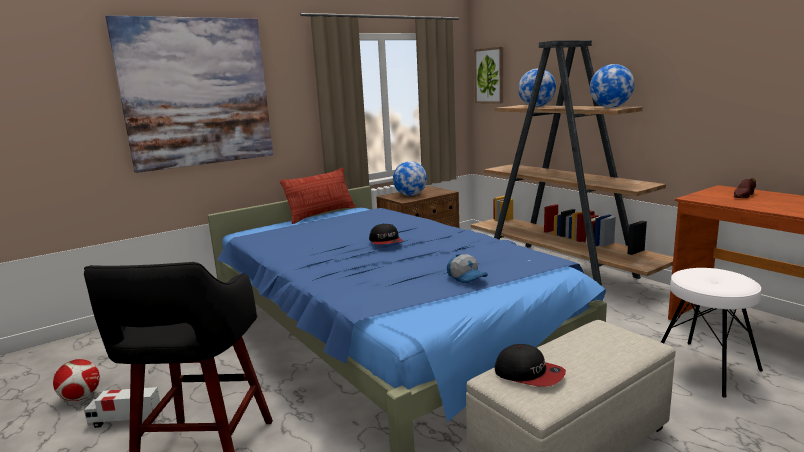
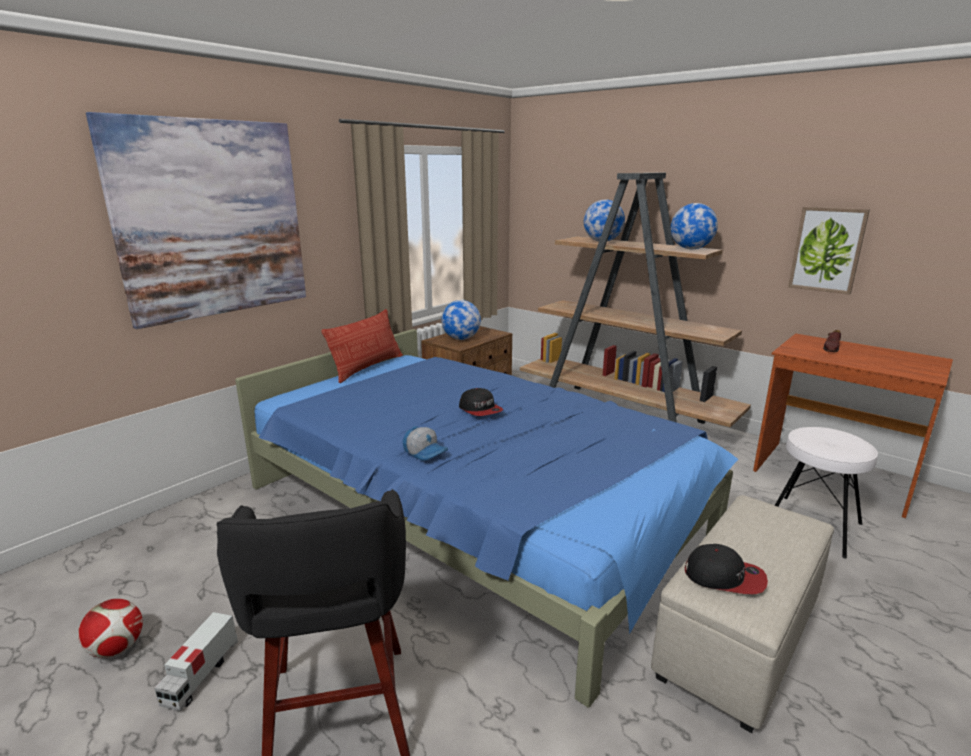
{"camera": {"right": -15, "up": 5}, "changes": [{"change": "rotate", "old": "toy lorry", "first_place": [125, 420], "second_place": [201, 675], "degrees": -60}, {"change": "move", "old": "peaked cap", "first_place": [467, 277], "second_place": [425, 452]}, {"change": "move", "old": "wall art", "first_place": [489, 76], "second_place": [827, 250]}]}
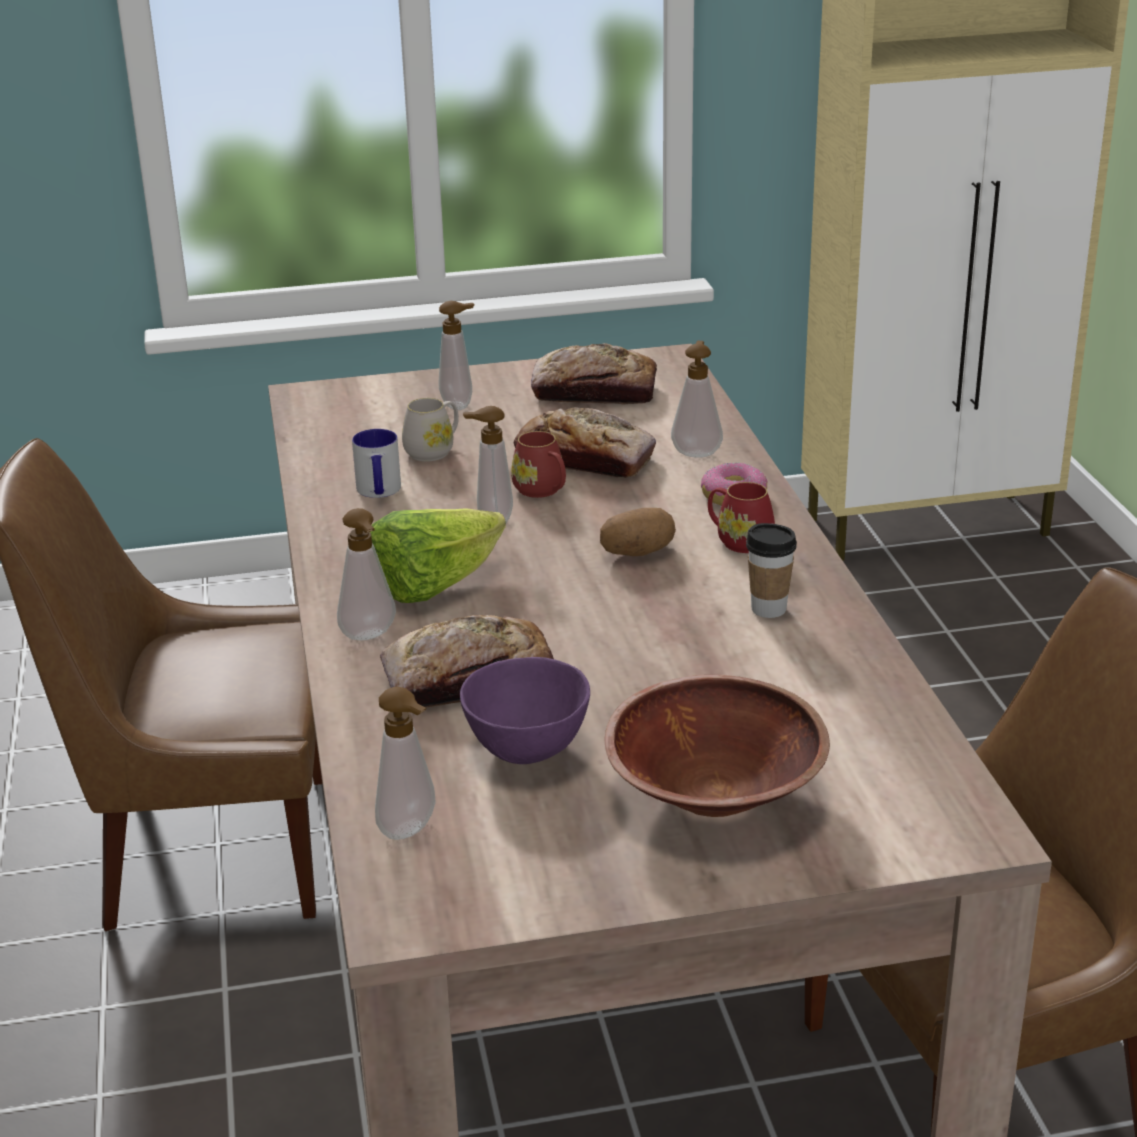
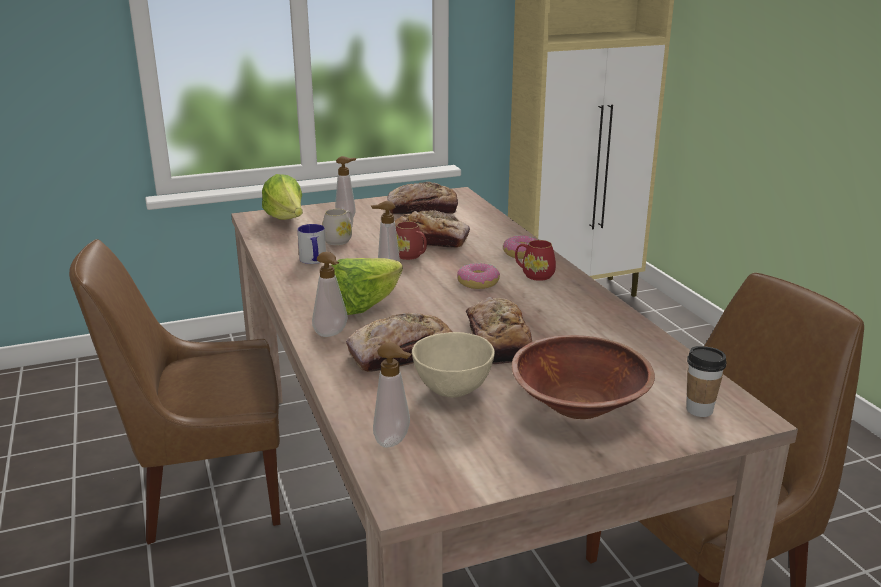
{"camera": {"right": -10, "up": -5}, "changes": [{"change": "insert", "new": "lettuce head", "second_place": [287, 220]}, {"change": "recolor", "old": "purple serving bowl", "new": "sand-coloured serving bowl", "first_place": [528, 748], "second_place": [453, 389]}, {"change": "replace", "old": "potato", "new": "donut", "first_place": [638, 552], "second_place": [478, 283]}, {"change": "insert", "new": "baked bread", "second_place": [498, 340]}, {"change": "move", "old": "small cup", "first_place": [768, 609], "second_place": [699, 410]}, {"change": "delete", "old": "liquid soap bottle", "first_place": [697, 452]}]}
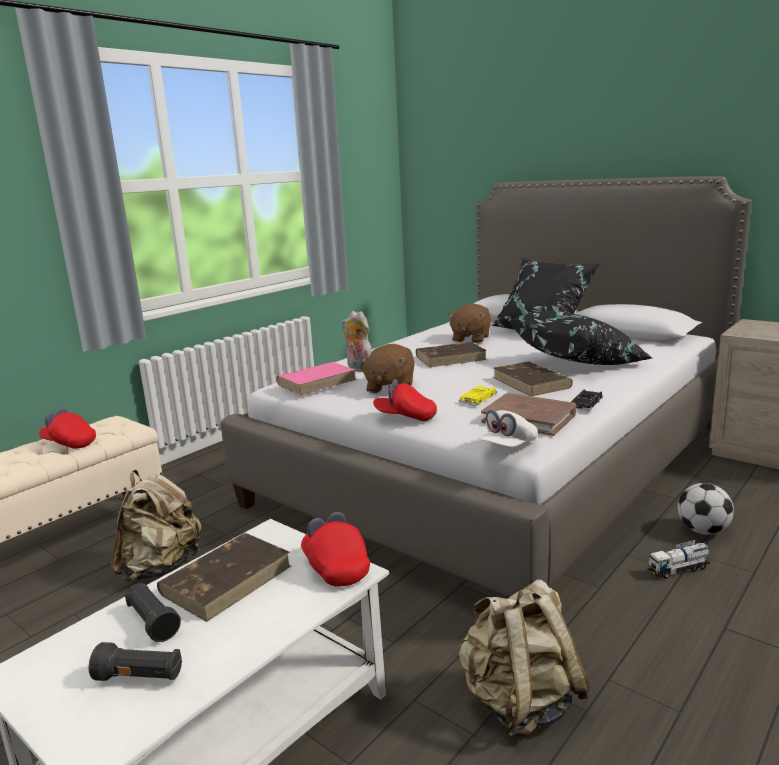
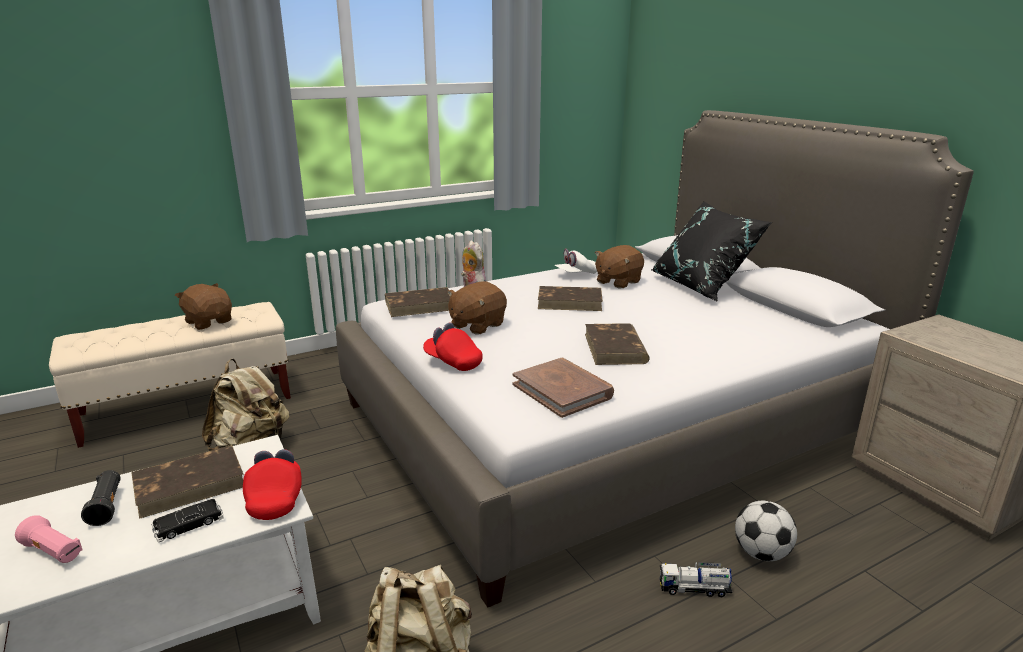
{"camera": {"right": 20, "up": 5}, "changes": [{"change": "recolor", "old": "black hand torch", "new": "pink-coloured hand torch", "first_place": [140, 677], "second_place": [53, 552]}, {"change": "move", "old": "black model car", "first_place": [586, 404], "second_place": [189, 524]}, {"change": "replace", "old": "red-coloured peaked cap", "new": "brownish cuddly toy", "first_place": [69, 443], "second_place": [209, 322]}, {"change": "recolor", "old": "pink-coloured book", "new": "brownish book", "first_place": [317, 382], "second_place": [420, 305]}, {"change": "move", "old": "white peaked cap", "first_place": [507, 446], "second_place": [576, 274]}, {"change": "delete", "old": "yellow model car", "first_place": [478, 399]}, {"change": "delete", "old": "black pillow", "first_place": [579, 363]}]}
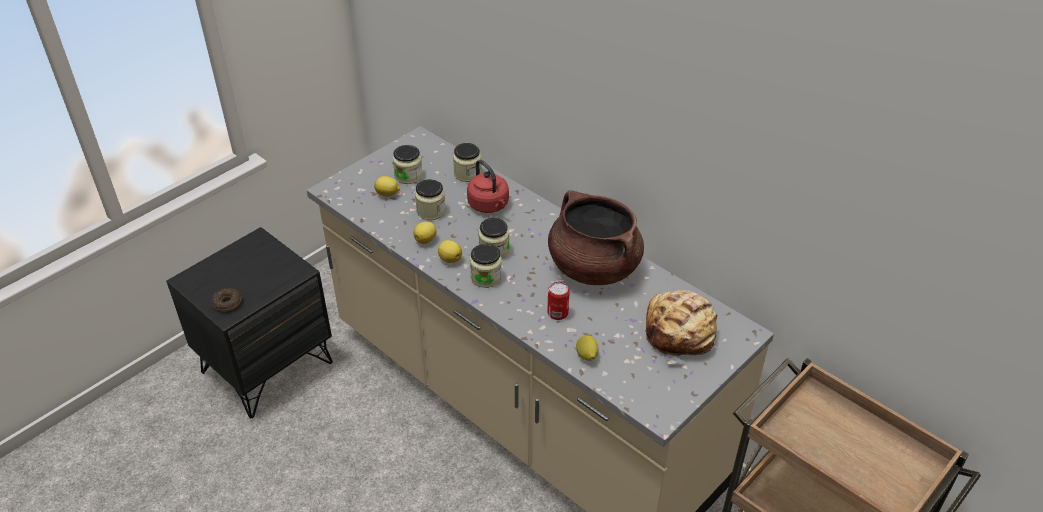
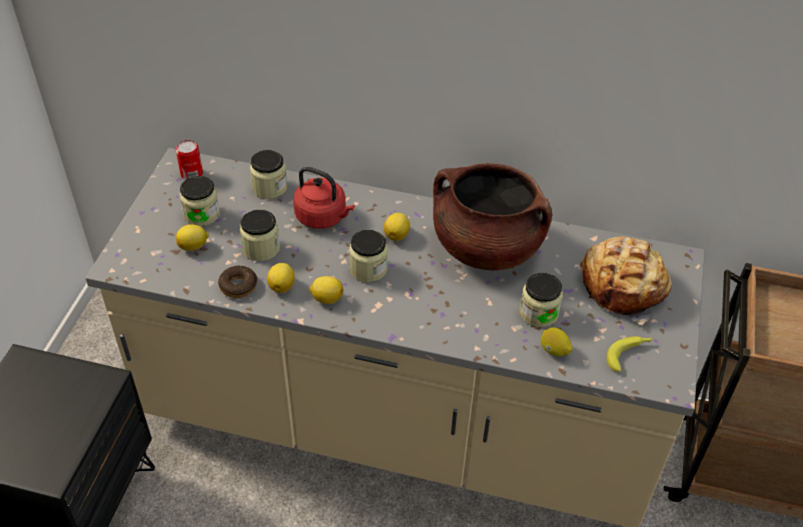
{"camera": {"right": -30, "up": 5}, "changes": [{"change": "move", "old": "can", "first_place": [557, 313], "second_place": [191, 174]}, {"change": "move", "old": "donut", "first_place": [227, 303], "second_place": [238, 286]}, {"change": "insert", "new": "lemon", "second_place": [397, 235]}, {"change": "move", "old": "jar", "first_place": [486, 277], "second_place": [538, 313]}, {"change": "insert", "new": "whole banana", "second_place": [629, 354]}]}
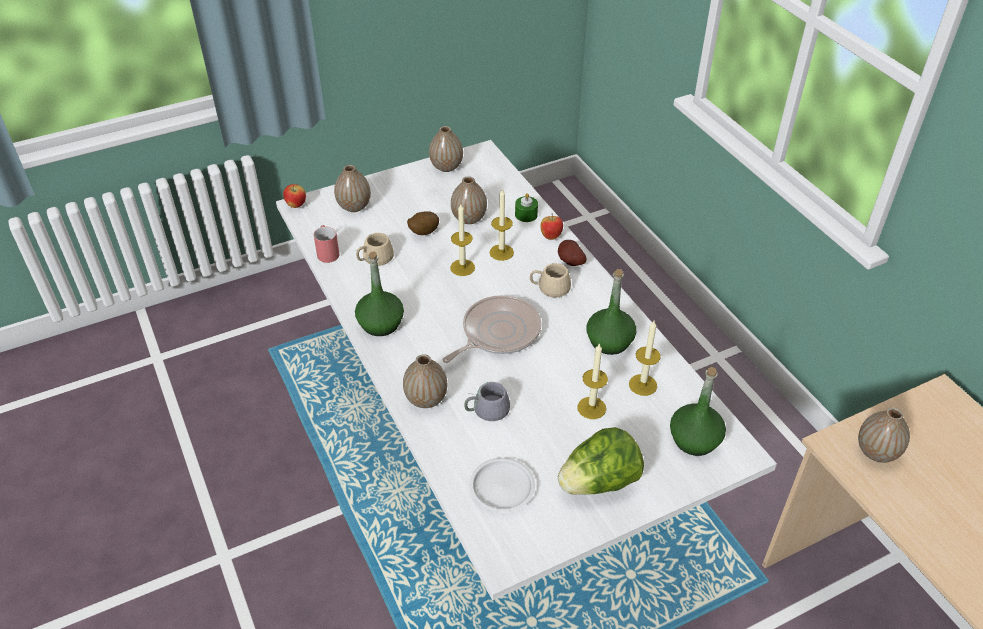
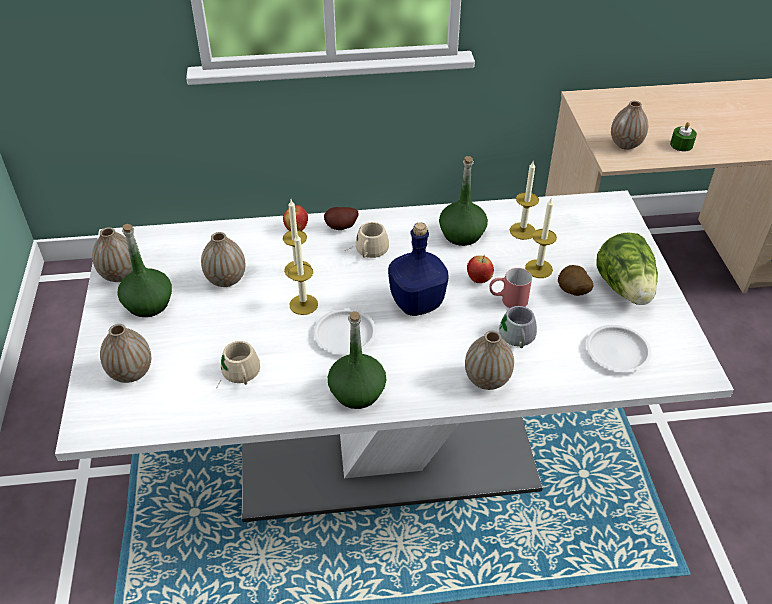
{"camera": {"right": -70, "up": 0}, "changes": [{"change": "move", "old": "green drink bottle", "first_place": [695, 440], "second_place": [149, 304]}, {"change": "insert", "new": "white plate", "second_place": [345, 335]}, {"change": "replace", "old": "frying pan", "new": "blue drink bottle", "first_place": [497, 333], "second_place": [416, 303]}, {"change": "move", "old": "apple fruit", "first_place": [296, 205], "second_place": [479, 280]}, {"change": "move", "old": "red-coloured coffee mug", "first_place": [327, 251], "second_place": [507, 300]}, {"change": "move", "old": "potato", "first_place": [423, 232], "second_place": [572, 293]}, {"change": "move", "old": "green wax candle", "first_place": [526, 215], "second_place": [681, 145]}]}
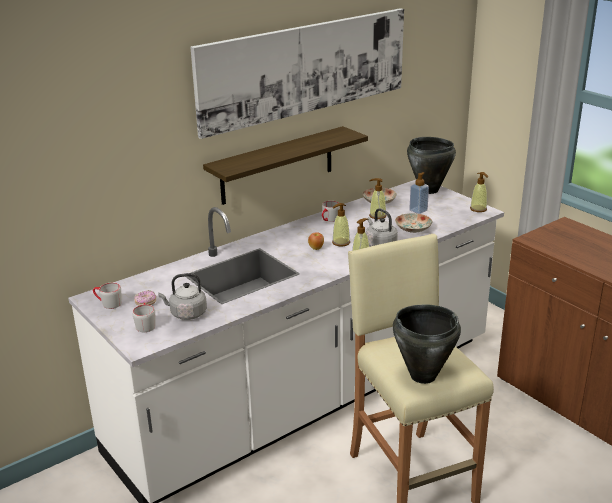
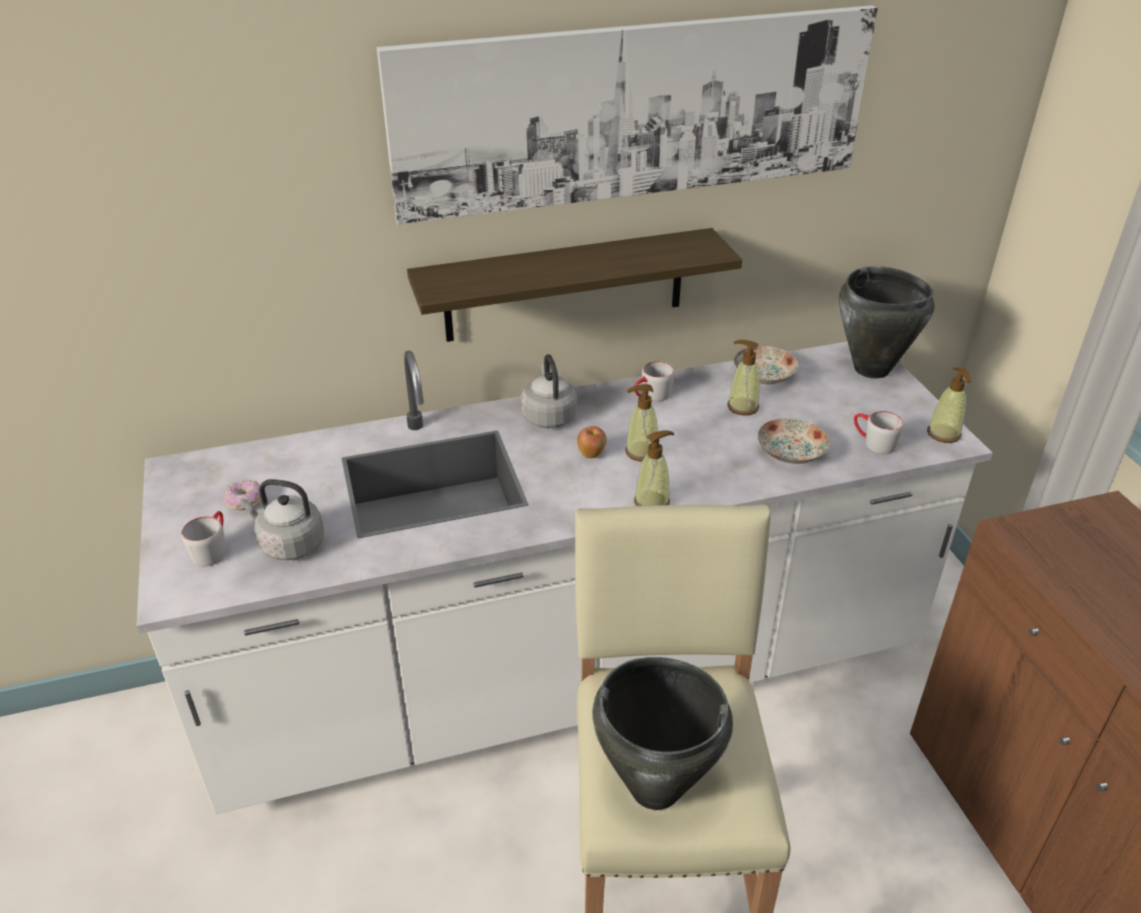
{"camera": {"right": 20, "up": 10}, "changes": [{"change": "move", "old": "greyish kettle", "first_place": [380, 245], "second_place": [548, 416]}, {"change": "move", "old": "greyish coffee mug", "first_place": [108, 303], "second_place": [873, 443]}, {"change": "delete", "old": "liquid soap bottle", "first_place": [418, 210]}]}
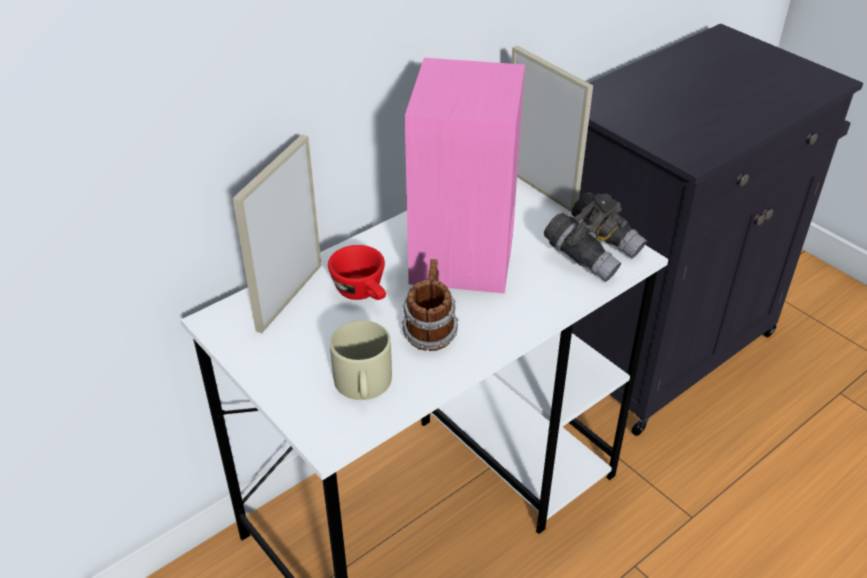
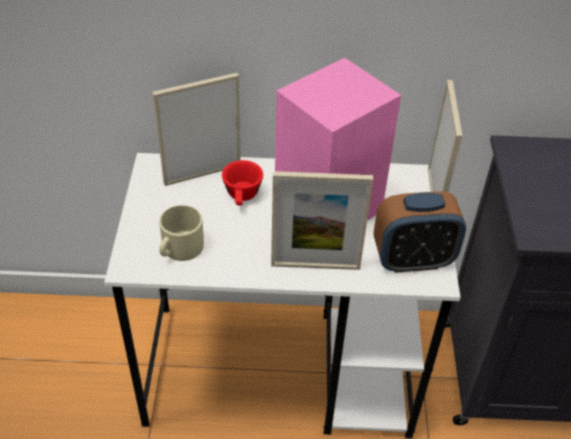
{"camera": {"right": 40, "up": 5}, "changes": [{"change": "insert", "new": "picture frame", "second_place": [315, 265]}, {"change": "replace", "old": "greyish pair of binoculars", "new": "table clock", "first_place": [593, 253], "second_place": [412, 260]}, {"change": "delete", "old": "coffee mug", "first_place": [429, 332]}]}
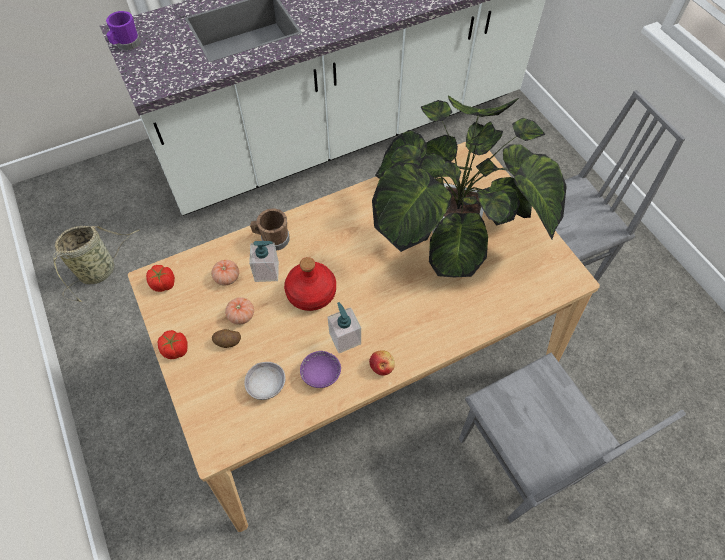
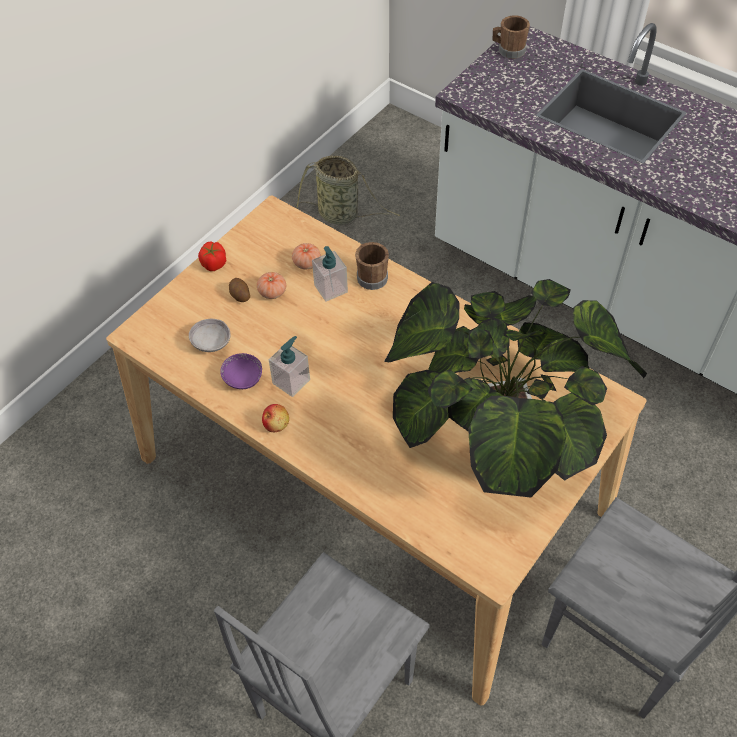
{"camera": {"right": 65, "up": -5}, "changes": [{"change": "recolor", "old": "purple coffee mug", "new": "brownish coffee mug", "first_place": [126, 44], "second_place": [508, 50]}, {"change": "delete", "old": "tomato", "first_place": [163, 284]}, {"change": "delete", "old": "red-coloured drink bottle", "first_place": [310, 293]}]}
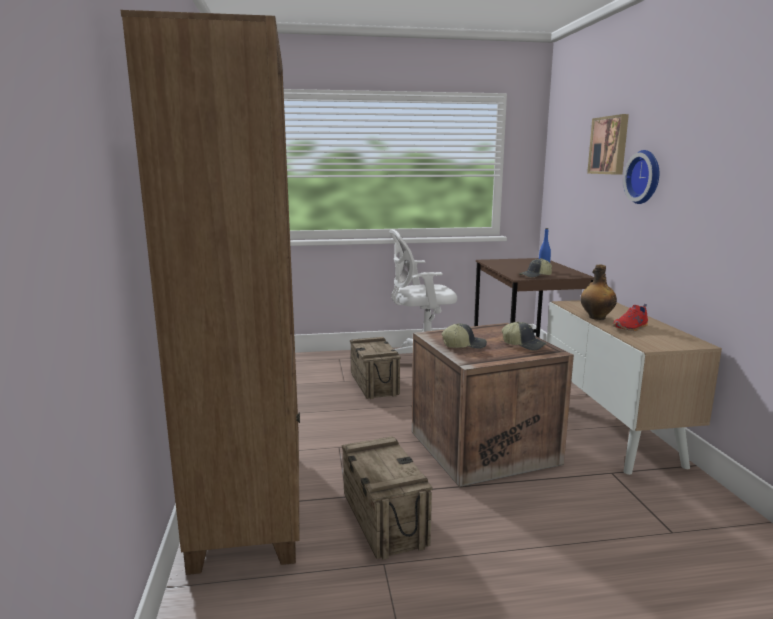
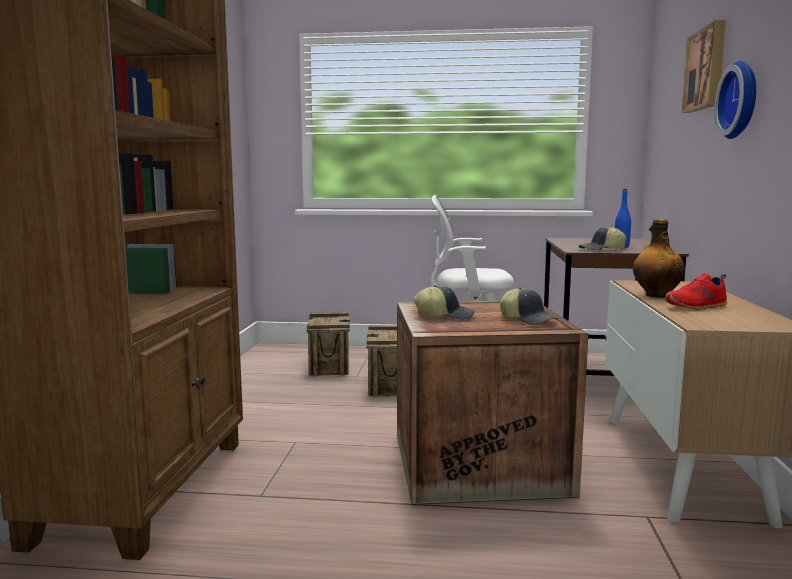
{"camera": {"right": 15, "up": -5}, "changes": [{"change": "move", "old": "packing crate", "first_place": [383, 519], "second_place": [329, 364]}]}
